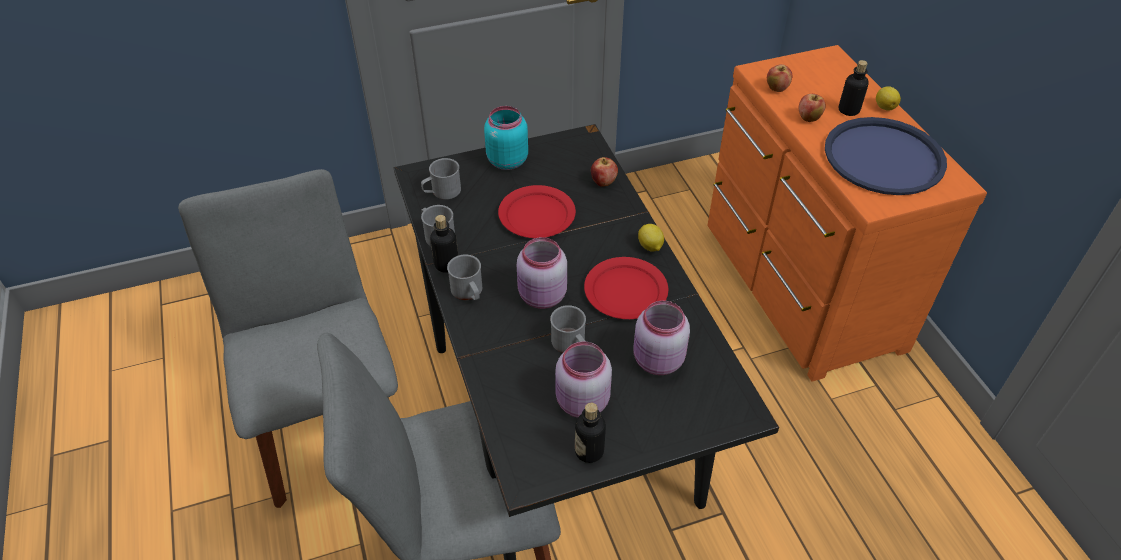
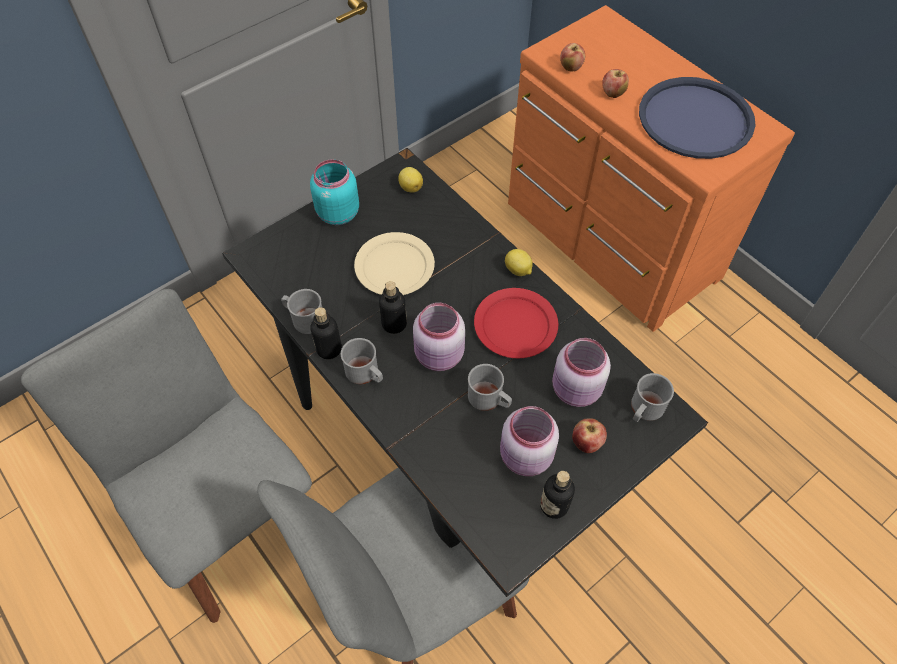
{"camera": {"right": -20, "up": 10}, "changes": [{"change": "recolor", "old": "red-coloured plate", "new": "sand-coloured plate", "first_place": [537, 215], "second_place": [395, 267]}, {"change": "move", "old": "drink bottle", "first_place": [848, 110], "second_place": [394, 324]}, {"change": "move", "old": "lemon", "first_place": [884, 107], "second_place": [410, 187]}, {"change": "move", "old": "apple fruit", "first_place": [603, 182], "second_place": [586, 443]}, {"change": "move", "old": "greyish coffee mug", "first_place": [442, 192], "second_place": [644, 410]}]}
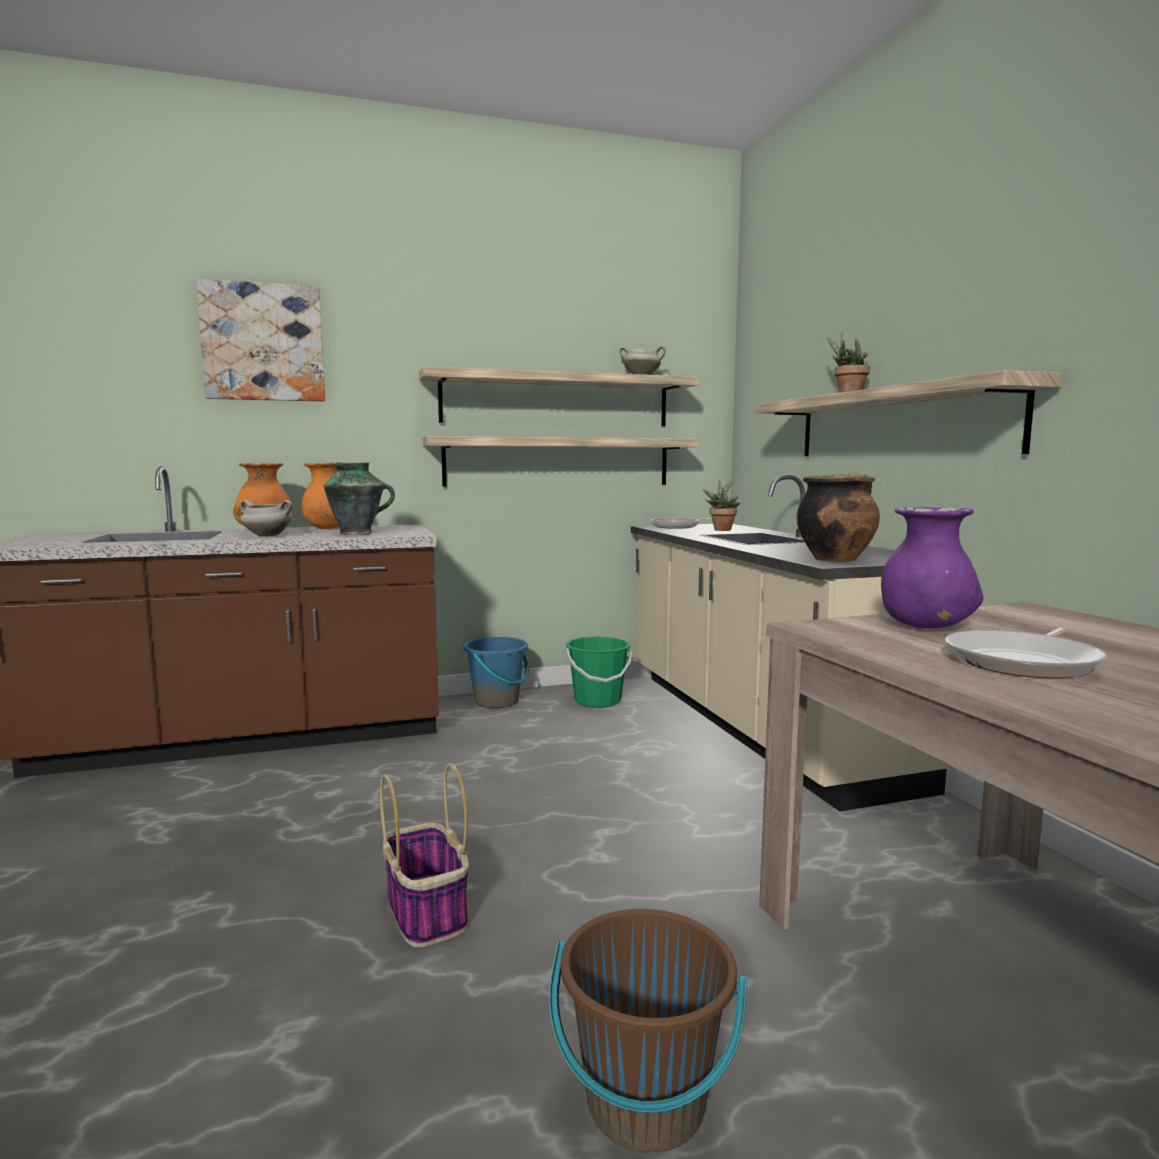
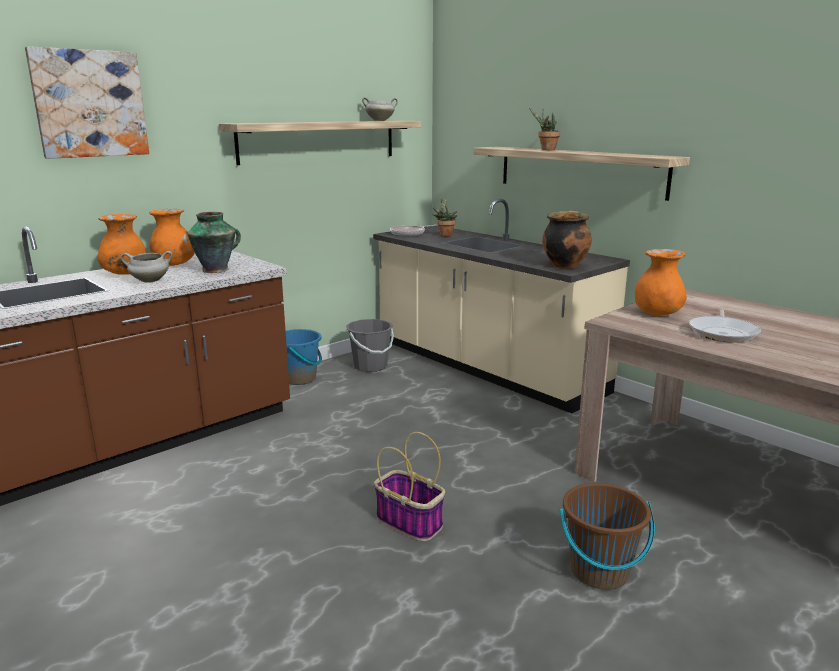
{"camera": {"right": -25, "up": 10}, "changes": [{"change": "recolor", "old": "green pail", "new": "greyish pail", "first_place": [597, 701], "second_place": [370, 366]}, {"change": "recolor", "old": "purple decorative vase", "new": "orange decorative vase", "first_place": [925, 627], "second_place": [657, 313]}, {"change": "delete", "old": "shelf", "first_place": [558, 462]}]}
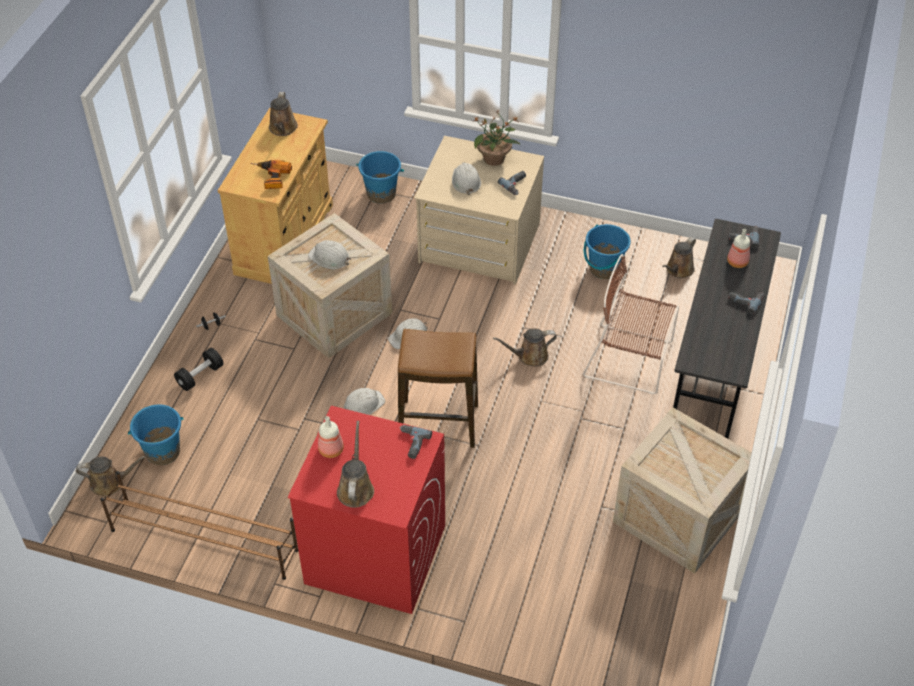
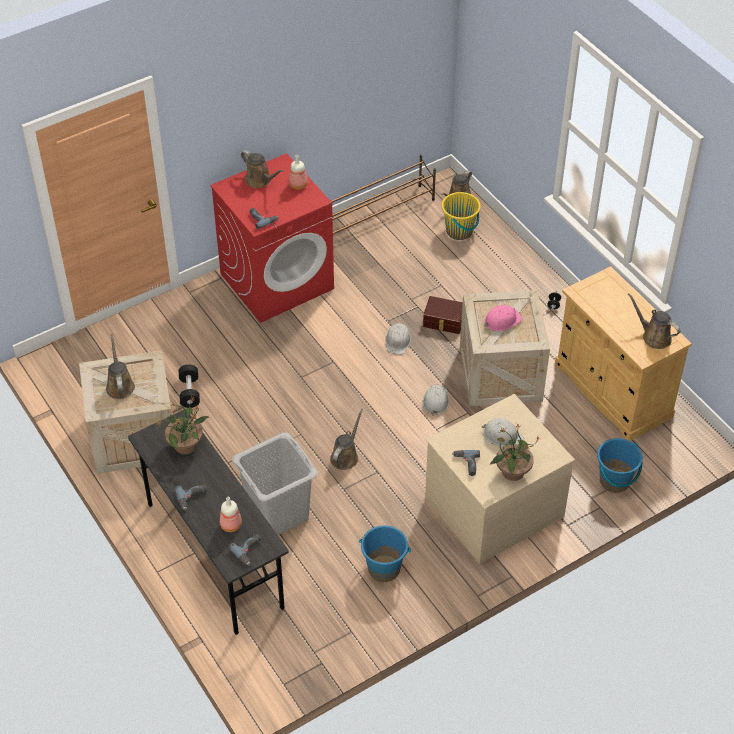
{"camera": {"right": 130, "up": 0}, "changes": [{"change": "move", "old": "brownish sprinkling can", "first_place": [678, 270], "second_place": [120, 385]}, {"change": "insert", "new": "potted plant", "second_place": [186, 445]}, {"change": "move", "old": "black free weight", "first_place": [200, 376], "second_place": [189, 392]}, {"change": "replace", "old": "brownish plain chair", "new": "greyish hamper", "first_place": [631, 360], "second_place": [278, 513]}, {"change": "insert", "new": "brownish storage box", "second_place": [444, 321]}, {"change": "recolor", "old": "blue pail", "new": "yellow pail", "first_place": [163, 451], "second_place": [459, 231]}, {"change": "recolor", "old": "white work helmet", "new": "pink-coloured work helmet", "first_place": [329, 258], "second_place": [502, 320]}, {"change": "delete", "old": "power drill", "first_place": [271, 178]}, {"change": "delete", "old": "stool", "first_place": [438, 424]}]}
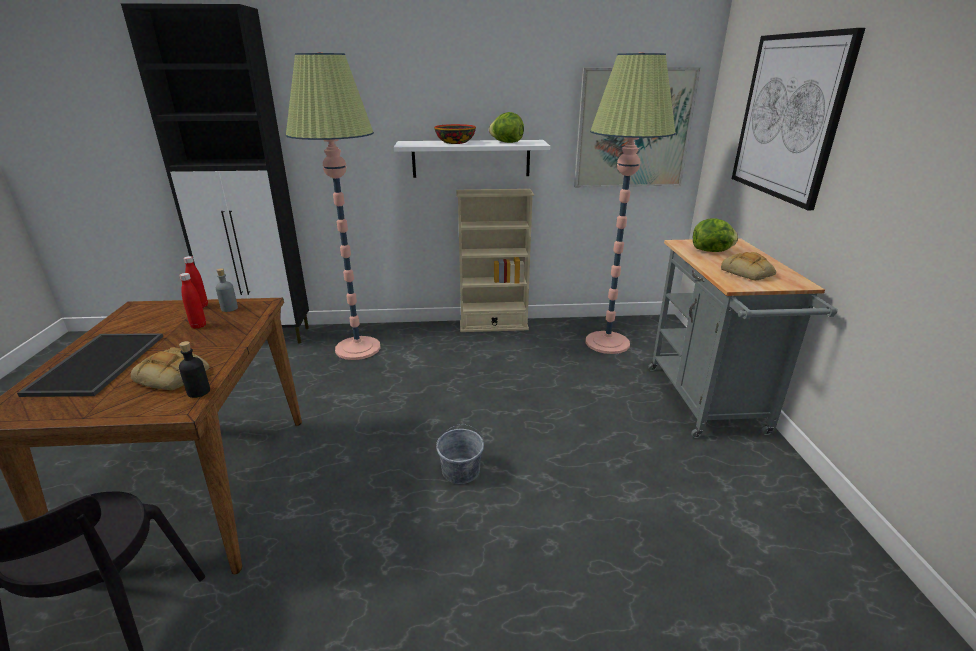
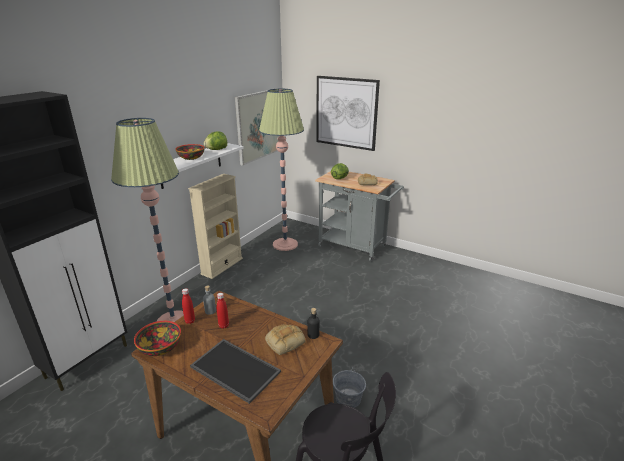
{"camera": {"right": -55, "up": 0}, "changes": [{"change": "insert", "new": "serving bowl", "second_place": [160, 347]}, {"change": "move", "old": "greyish pail", "first_place": [461, 471], "second_place": [348, 398]}]}
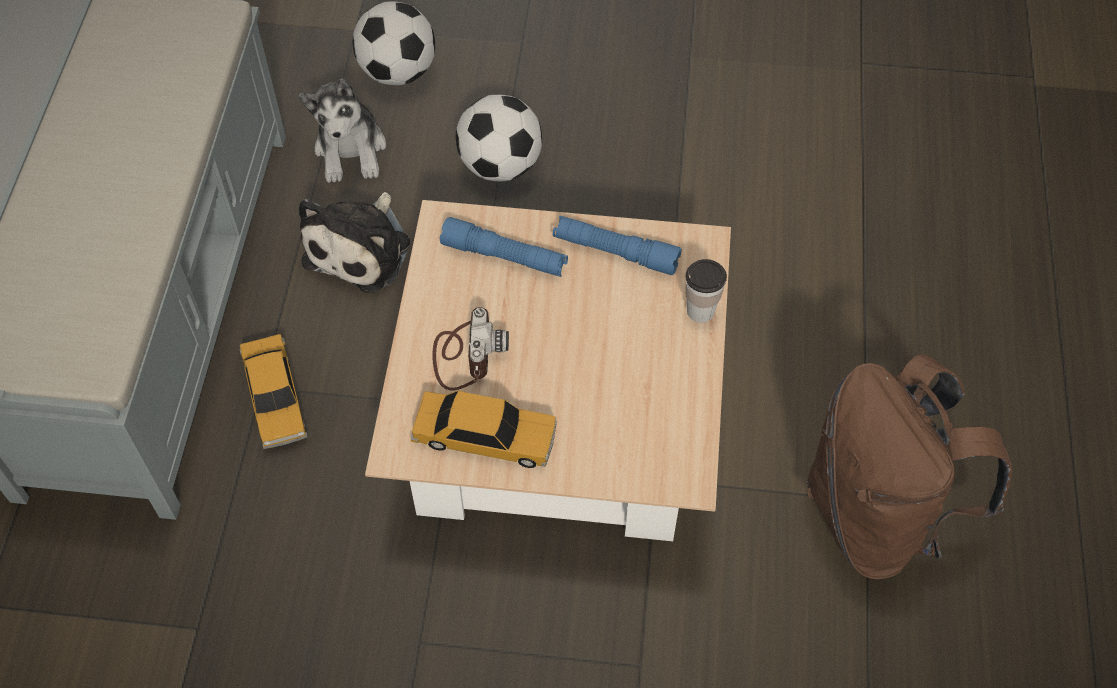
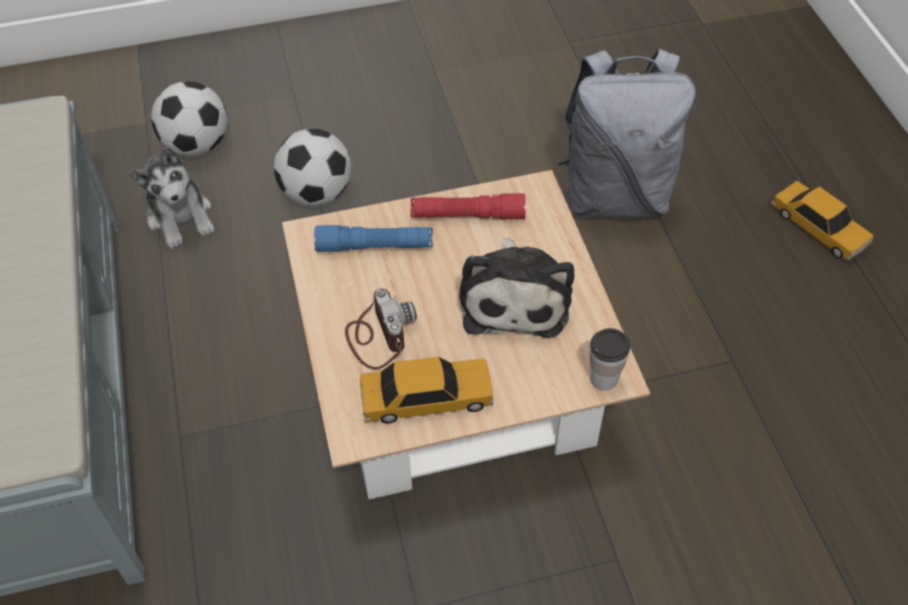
{"camera": {"right": -20, "up": -5}, "changes": [{"change": "recolor", "old": "blue hand torch", "new": "red-coloured hand torch", "first_place": [615, 252], "second_place": [467, 215]}, {"change": "move", "old": "cuddly toy", "first_place": [361, 248], "second_place": [514, 297]}, {"change": "insert", "new": "greyish backpack", "second_place": [615, 195]}, {"change": "move", "old": "small cup", "first_place": [700, 311], "second_place": [603, 379]}, {"change": "move", "old": "model car", "first_place": [275, 398], "second_place": [818, 228]}, {"change": "delete", "old": "brownish backpack", "first_place": [877, 517]}]}
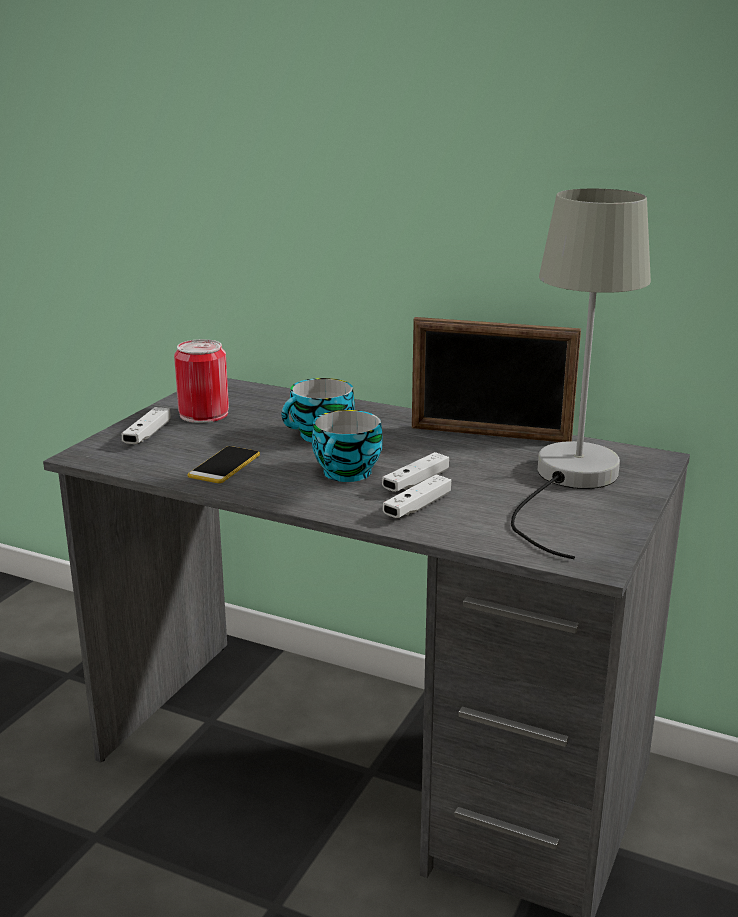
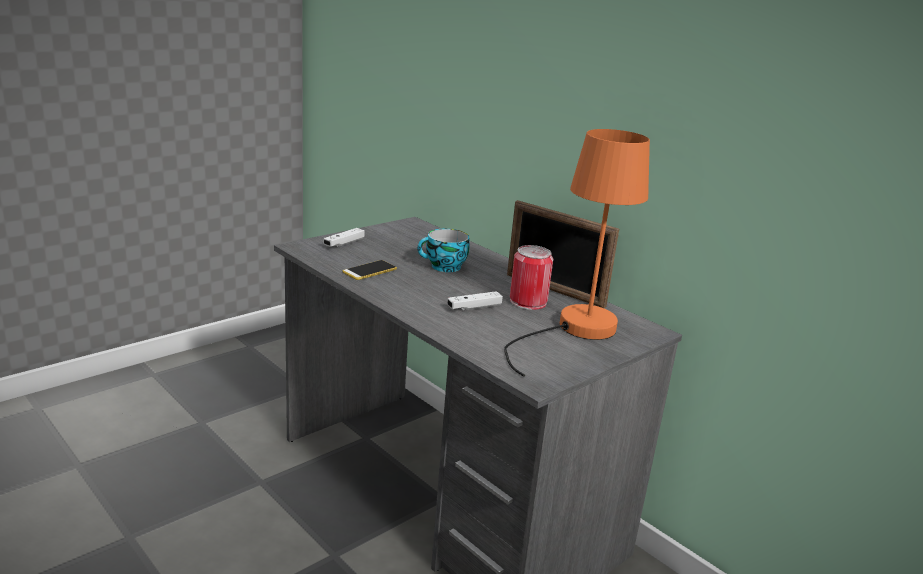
{"camera": {"right": 20, "up": 0}, "changes": [{"change": "recolor", "old": "greyish table lamp", "new": "orange table lamp", "first_place": [569, 482], "second_place": [575, 331]}, {"change": "move", "old": "can", "first_place": [204, 414], "second_place": [528, 301]}, {"change": "delete", "old": "small cup", "first_place": [347, 474]}, {"change": "delete", "old": "white gamepad", "first_place": [417, 507]}]}
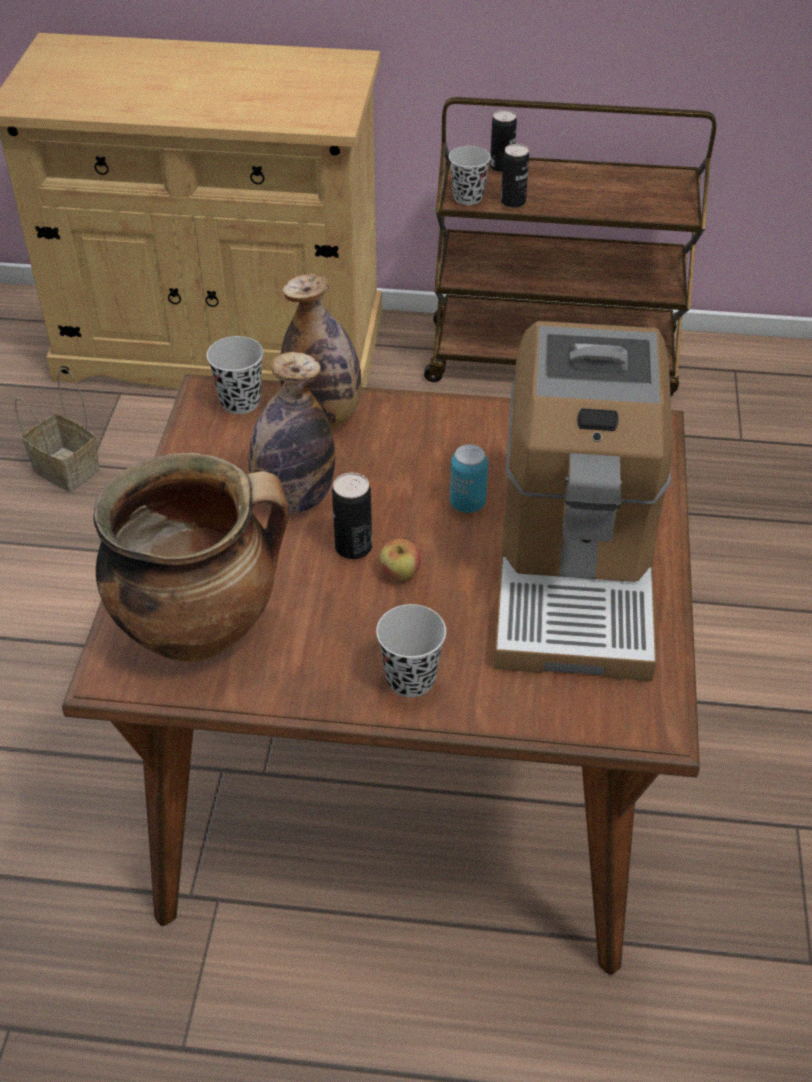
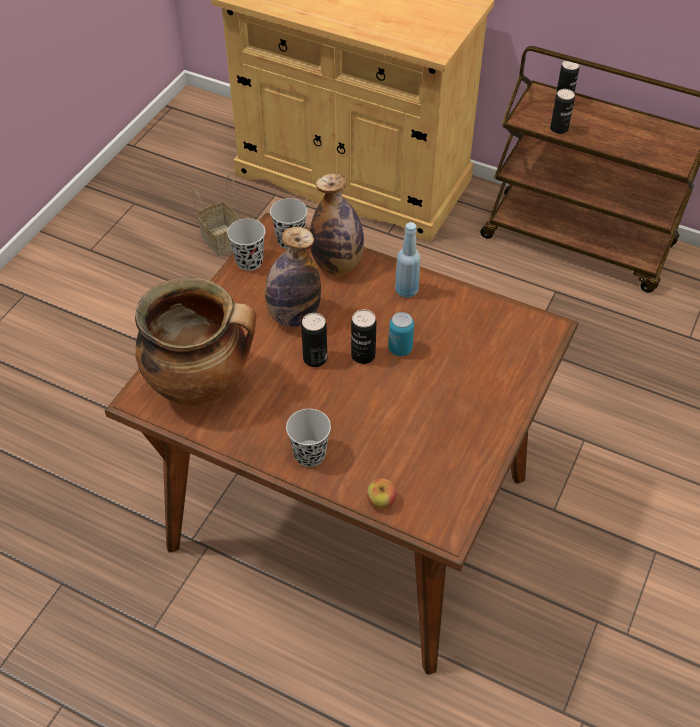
{"camera": {"right": 20, "up": 5}, "changes": [{"change": "move", "old": "black small cup", "first_place": [468, 197], "second_place": [249, 261]}, {"change": "insert", "new": "can", "second_place": [363, 355]}, {"change": "move", "old": "apple fruit", "first_place": [400, 573], "second_place": [381, 501]}, {"change": "insert", "new": "blue drink bottle", "second_place": [406, 290]}, {"change": "delete", "old": "coffee maker", "first_place": [574, 570]}]}
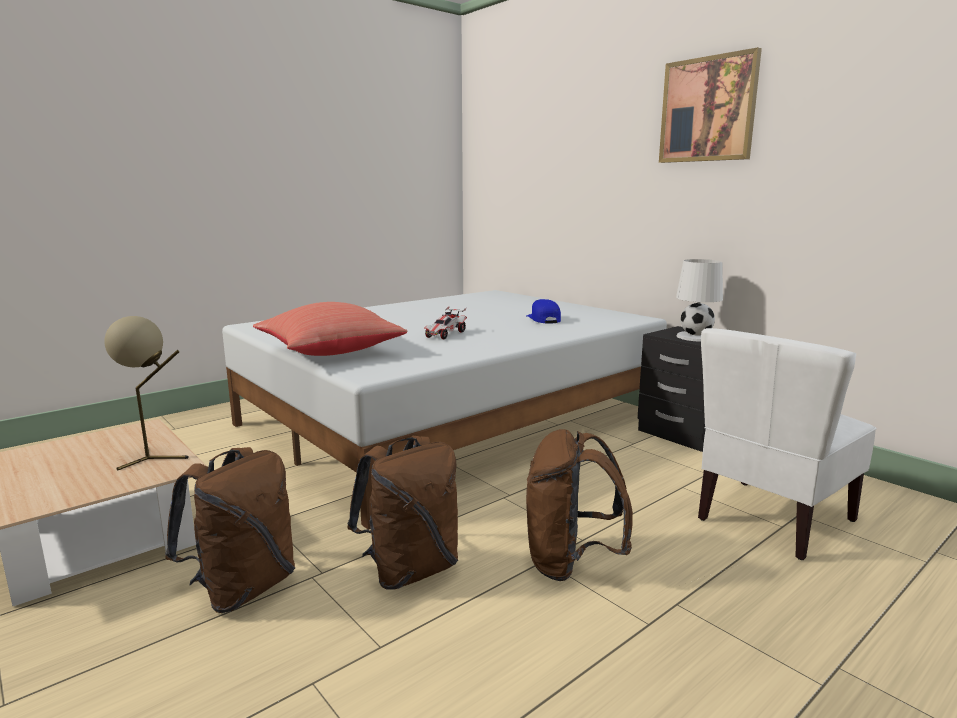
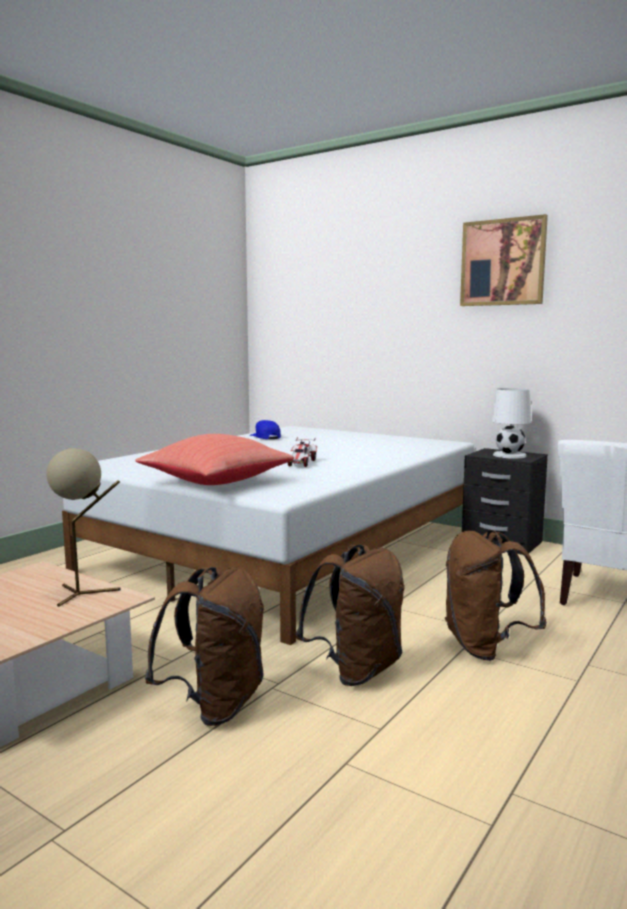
{"camera": {"right": -15, "up": -5}, "changes": [{"change": "move", "old": "blue peaked cap", "first_place": [543, 319], "second_place": [265, 437]}]}
